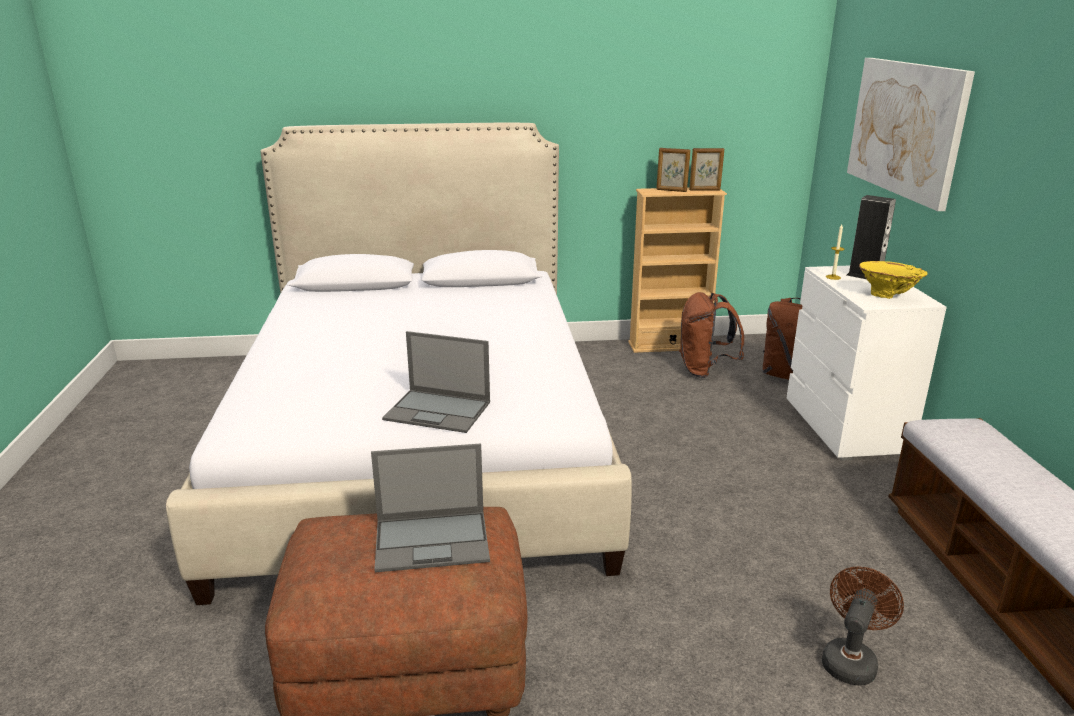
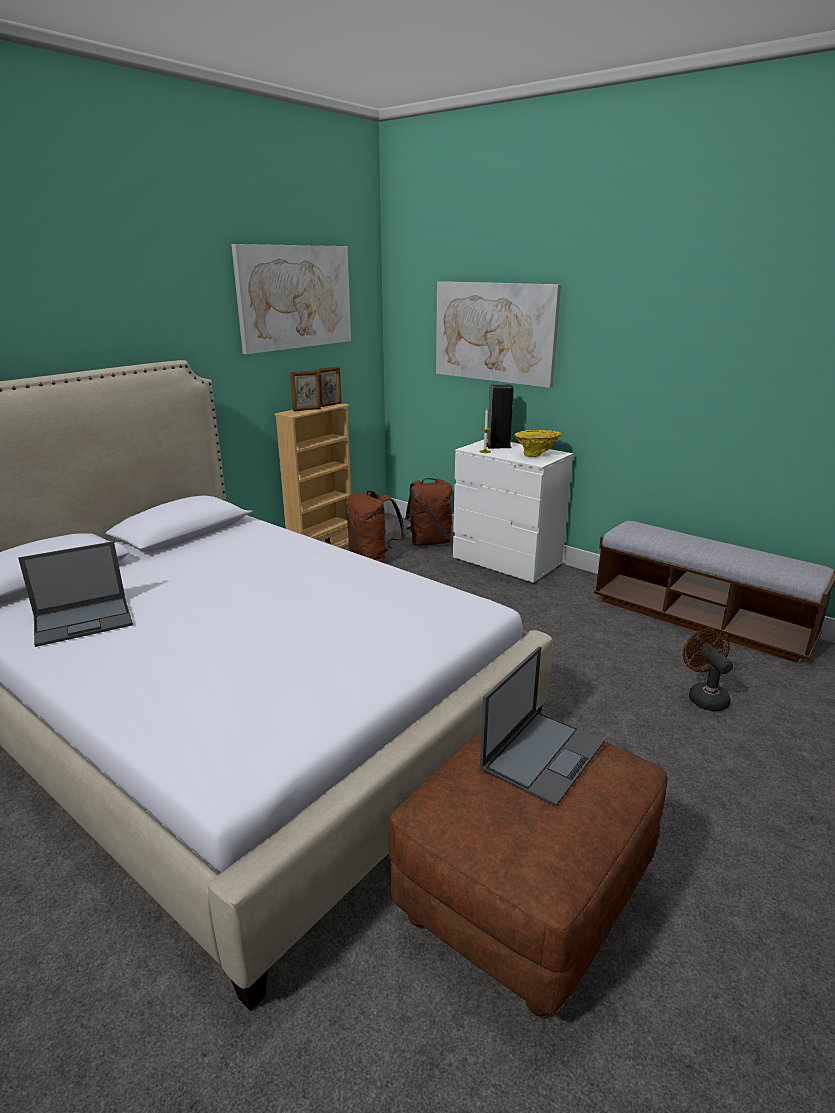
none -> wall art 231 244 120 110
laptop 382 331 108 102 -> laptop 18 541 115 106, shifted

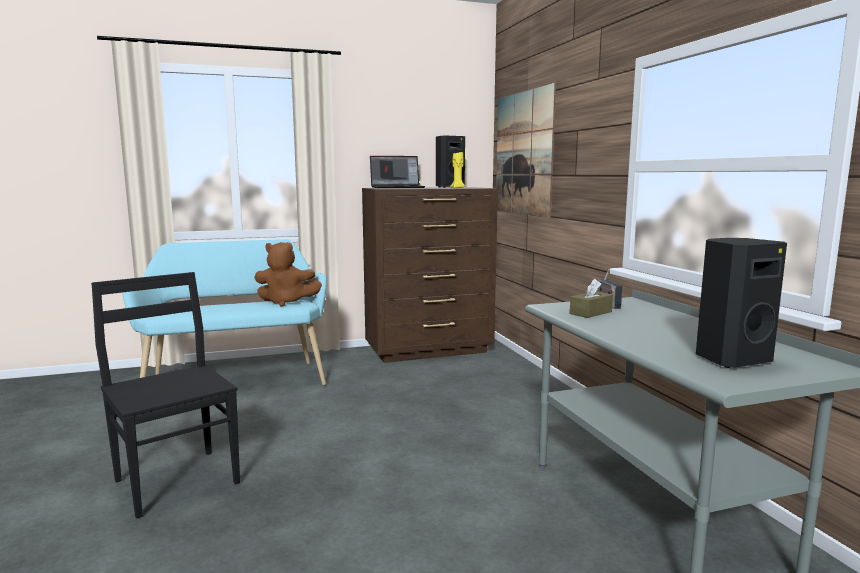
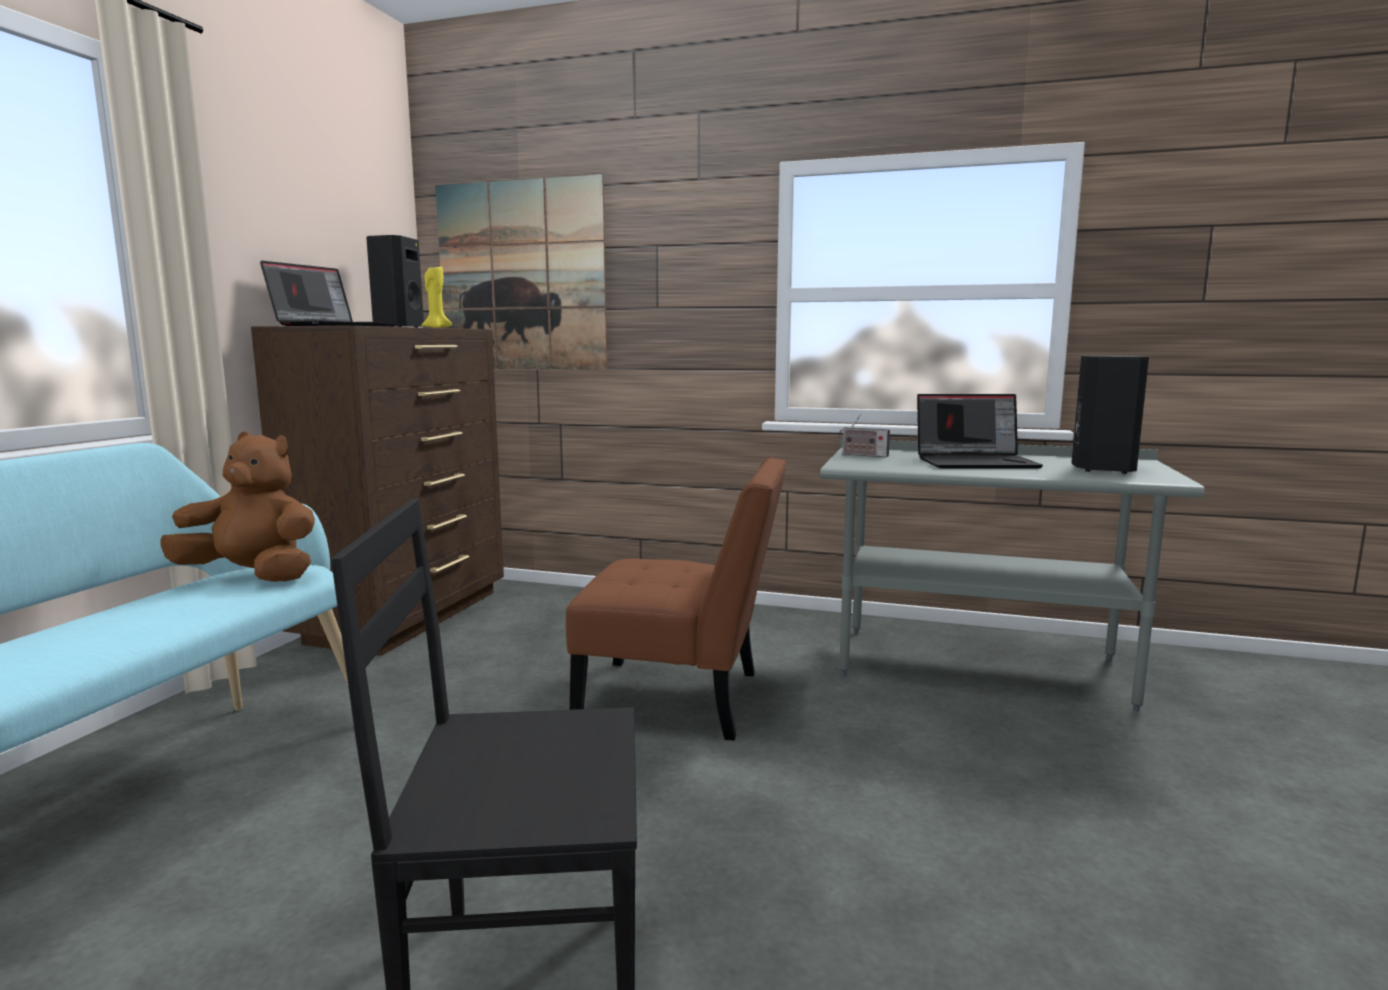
brownish box of tissues 570 279 43 39 -> none
none -> brownish chair 566 458 221 283
none -> laptop 917 394 126 74
brownish soft toy 254 242 68 65 -> brownish soft toy 160 431 155 151, 120 degrees counterclockwise

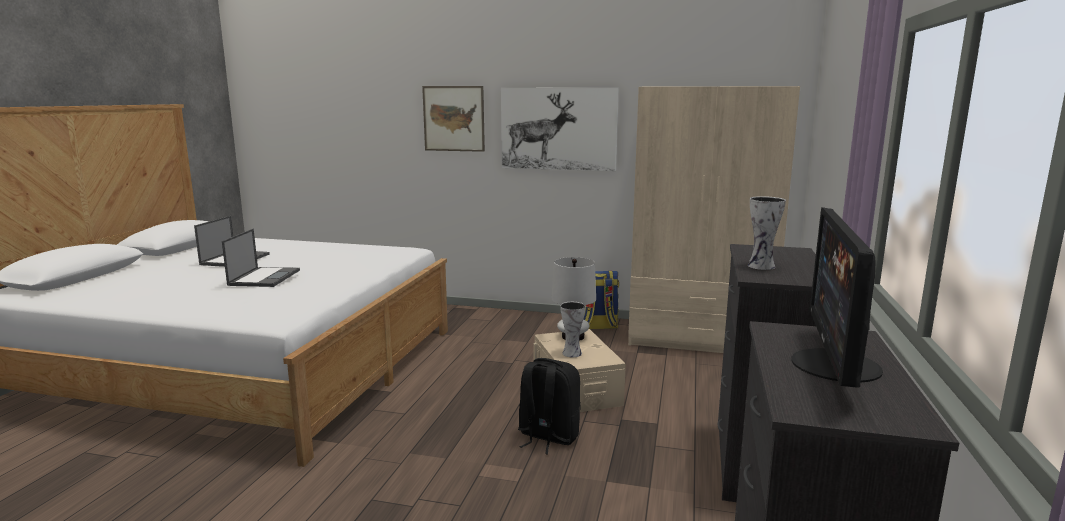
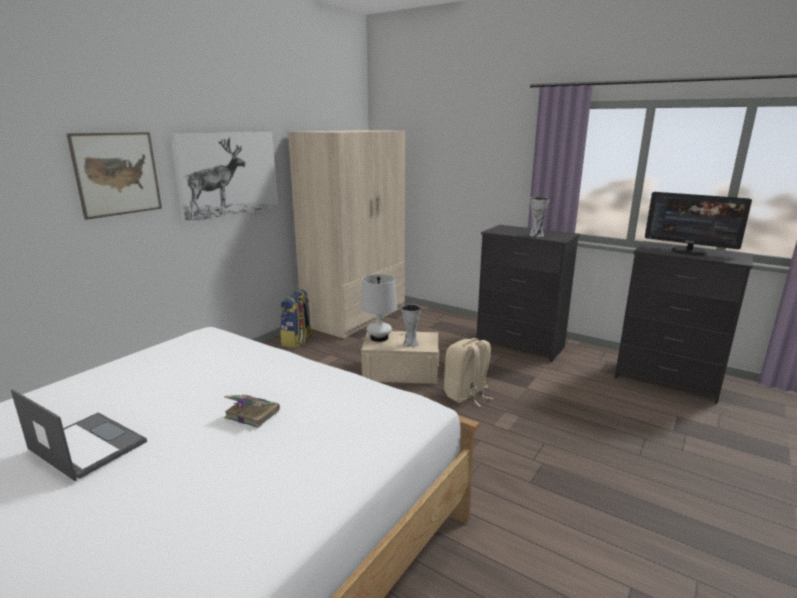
laptop 222 229 78 58 -> volume 224 395 56 33
black knapsack 518 358 63 96 -> beige-coloured knapsack 444 338 49 69

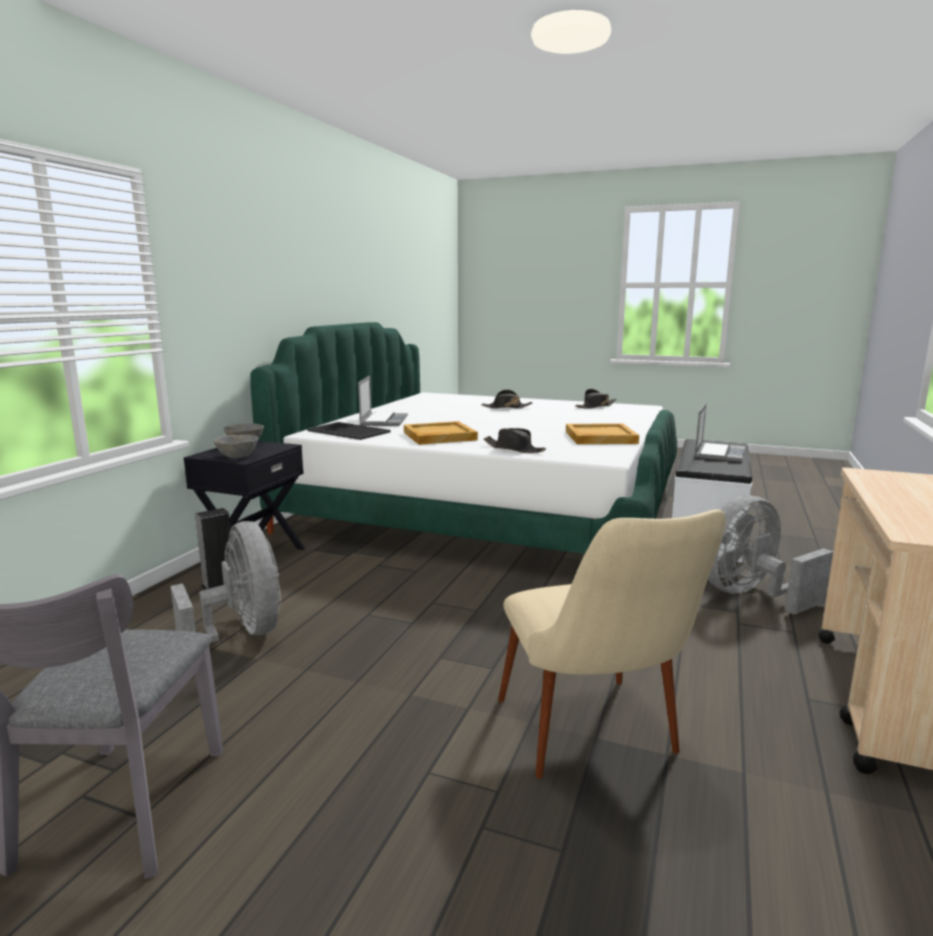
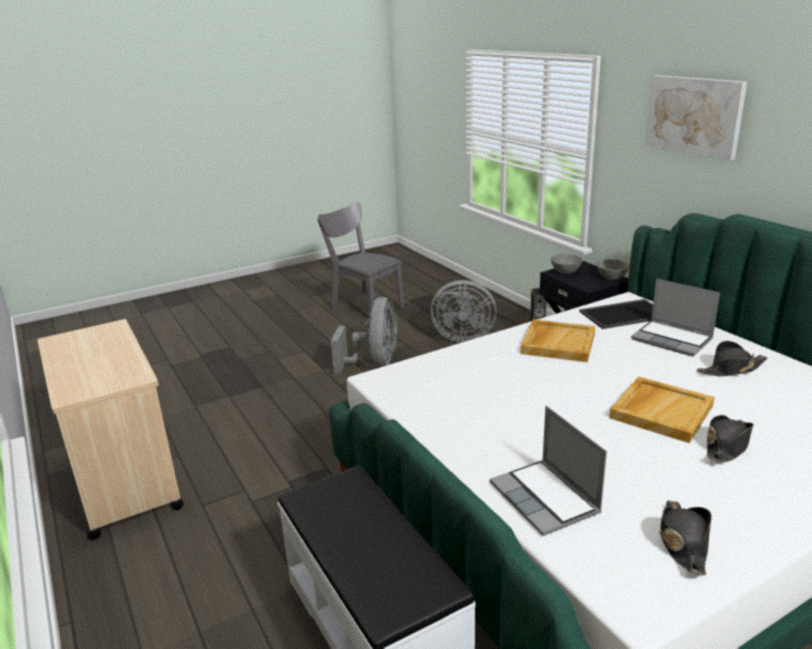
beige-coloured chair 498 509 228 270 -> none
none -> wall art 645 75 102 85
black wearable hat 484 428 62 25 -> black wearable hat 697 341 70 36, shifted
beige-coloured carrying tray 566 423 73 21 -> beige-coloured carrying tray 609 377 106 66, shifted
laptop 695 403 50 59 -> laptop 490 406 117 130, shifted
gray cooling fan 708 495 125 120 -> gray cooling fan 331 297 67 77, shifted

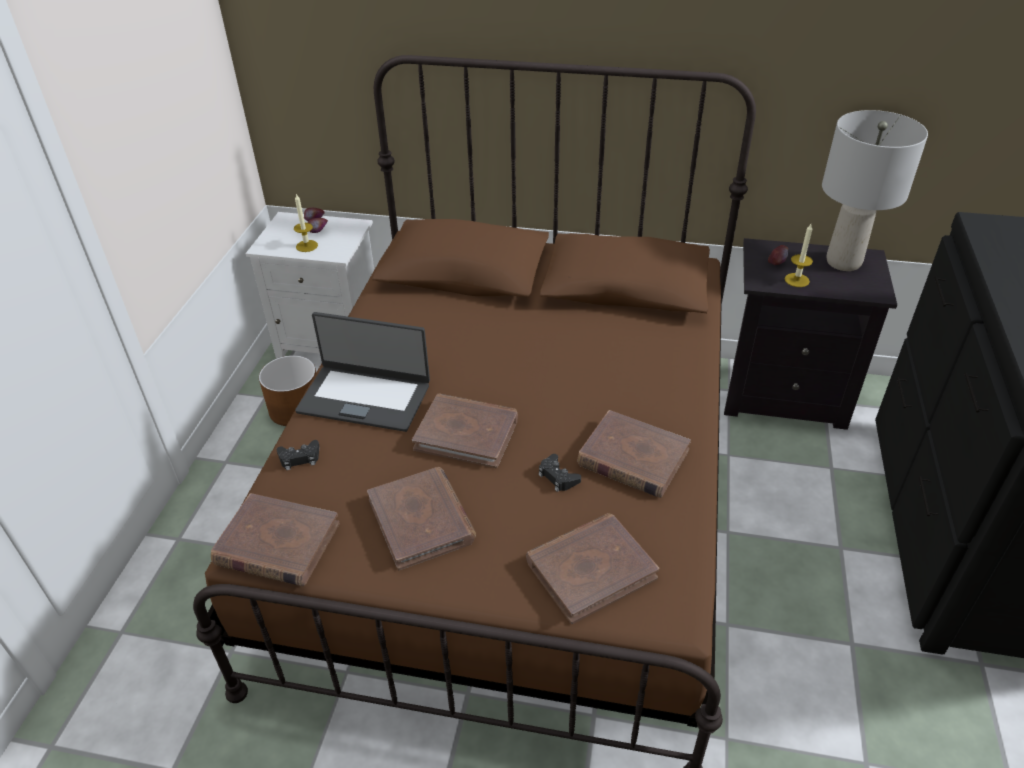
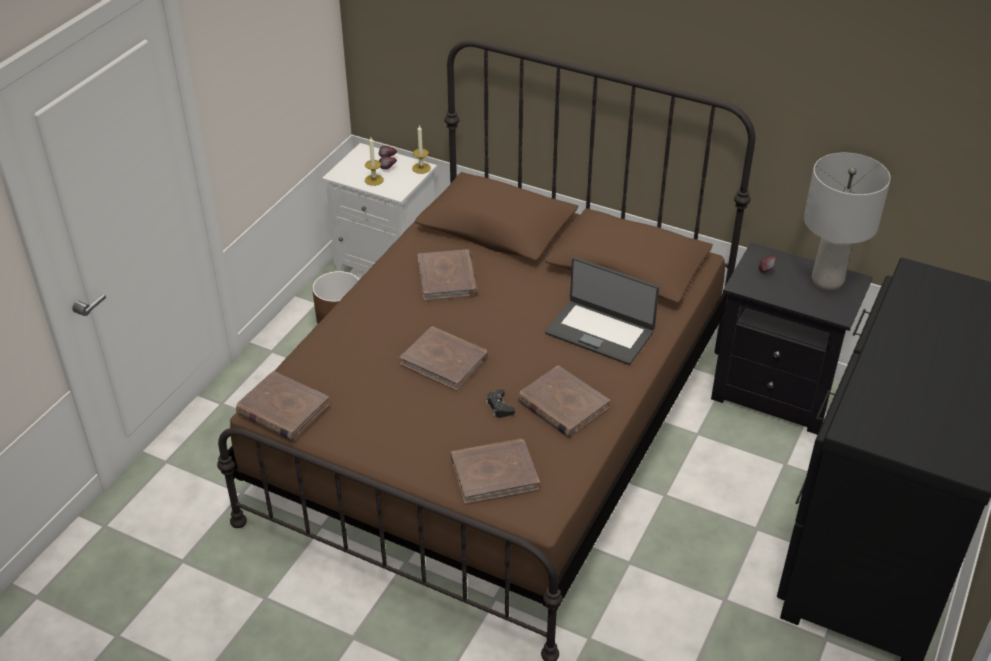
black joypad 276 440 44 30 -> none
laptop 295 312 135 120 -> laptop 545 257 114 108, shifted
brownish volume 367 467 109 103 -> brownish volume 418 249 60 52, shifted
wax light 784 224 29 63 -> wax light 412 125 19 49, shifted

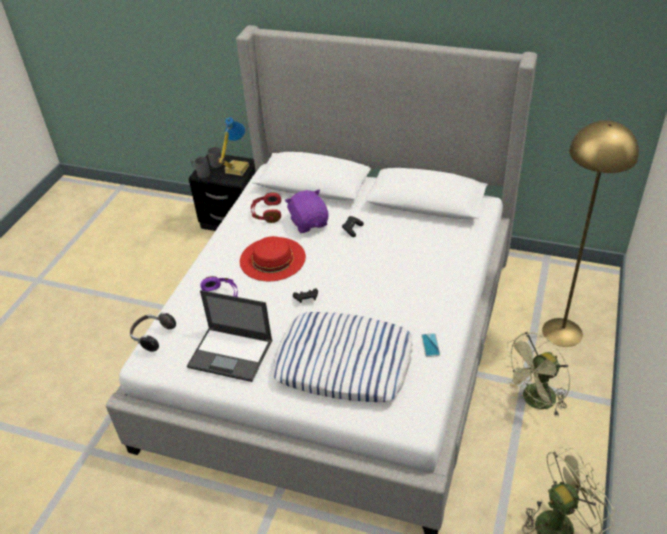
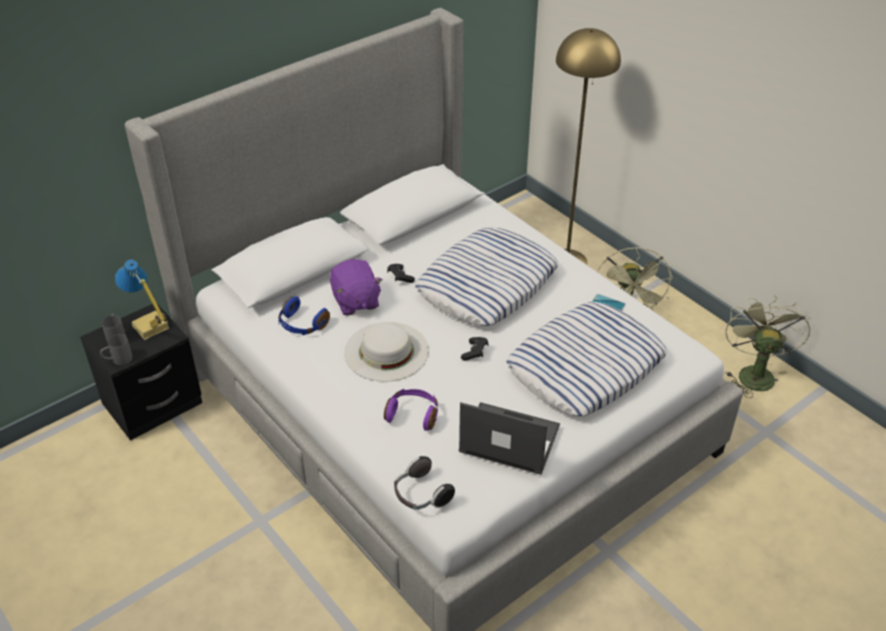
none -> cushion 415 227 143 99
red wearable hat 240 236 66 46 -> whitish wearable hat 344 322 85 60
red pair of headphones 251 192 30 31 -> blue-coloured pair of headphones 279 296 51 39
laptop 187 290 85 92 -> laptop 459 402 101 73, 120 degrees counterclockwise
purplish soft toy 285 190 44 43 -> purplish soft toy 330 259 53 56, 120 degrees counterclockwise

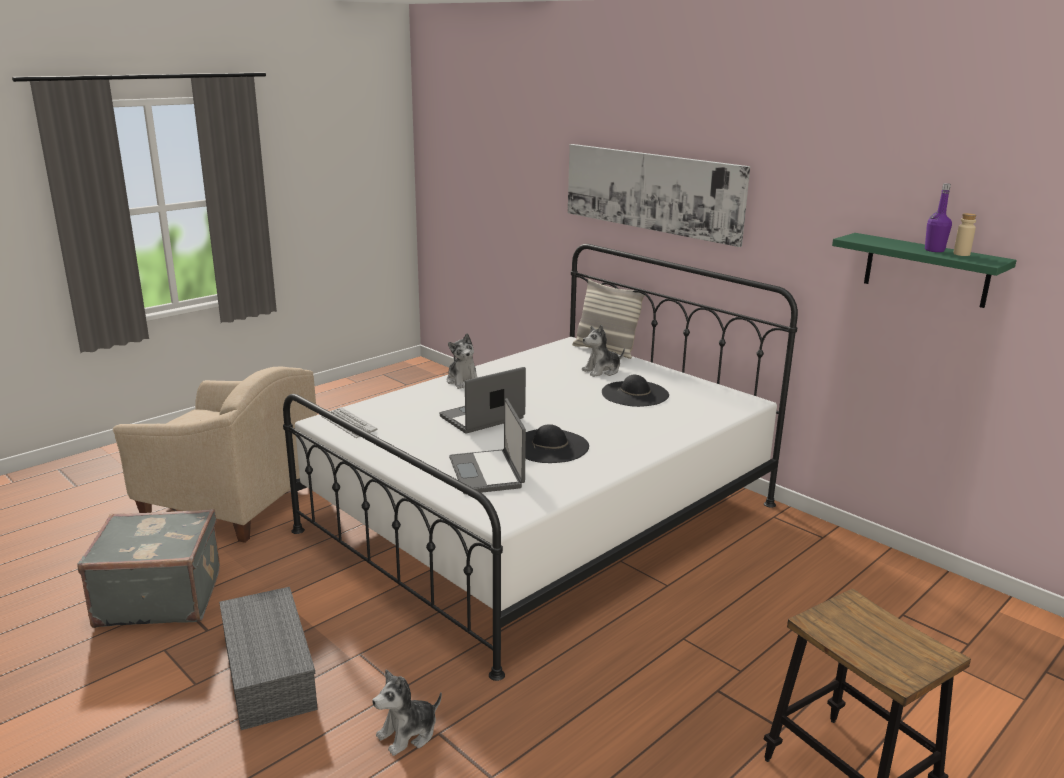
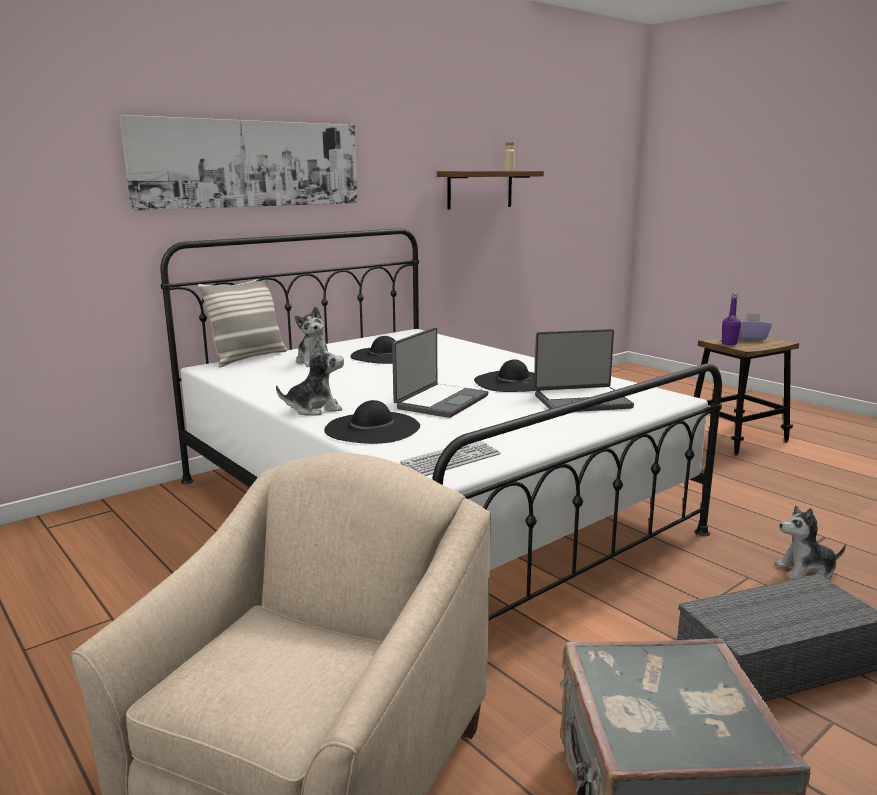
none -> black wearable hat 324 400 96 44
none -> purplish box of tissues 739 313 33 27
purplish drink bottle 925 183 27 69 -> purplish drink bottle 722 293 19 52, shifted
greenish wall shelf 832 233 185 75 -> brownish wall shelf 437 171 107 39
soft toy 372 670 70 86 -> soft toy 774 506 72 74, 120 degrees clockwise
laptop 439 367 87 67 -> laptop 392 327 96 91, 120 degrees counterclockwise

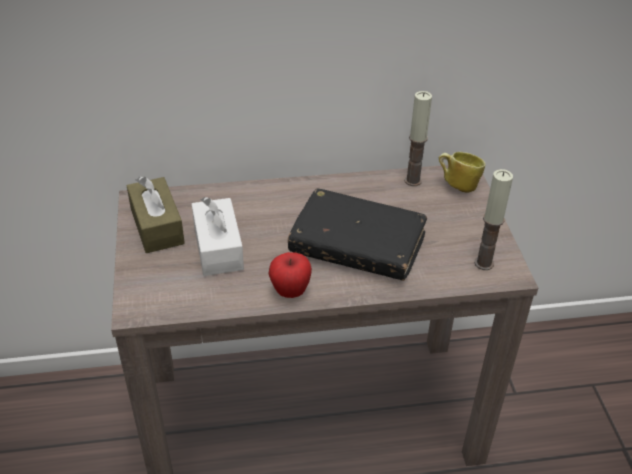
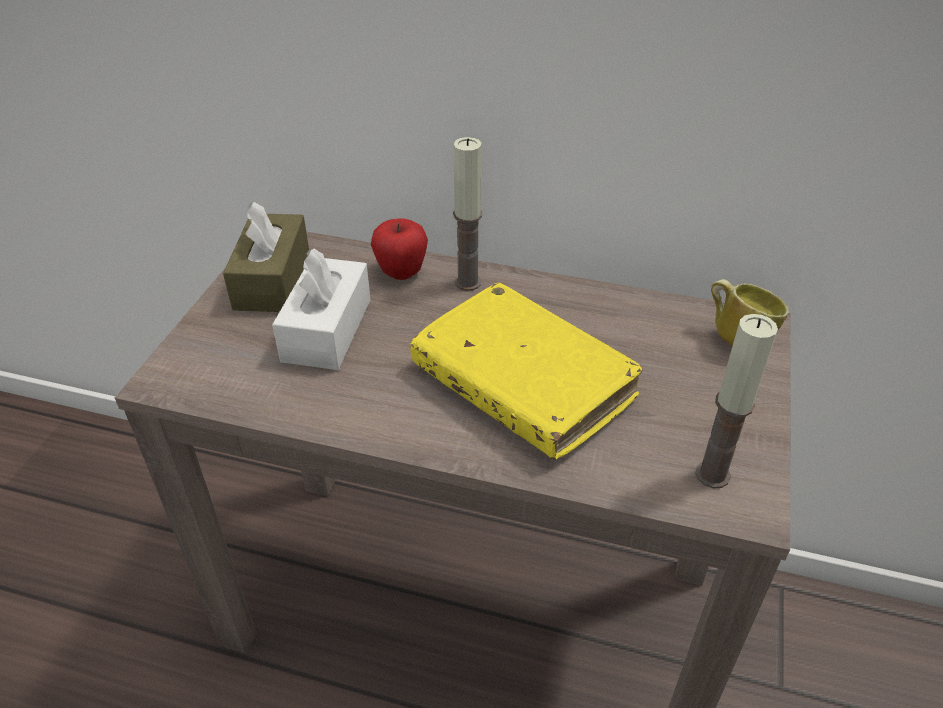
whole apple 268 252 44 46 -> whole apple 371 219 57 61, shifted
wax light 404 91 28 95 -> wax light 453 137 29 154, shifted
black volume 288 188 139 93 -> yellowish volume 410 283 232 177

